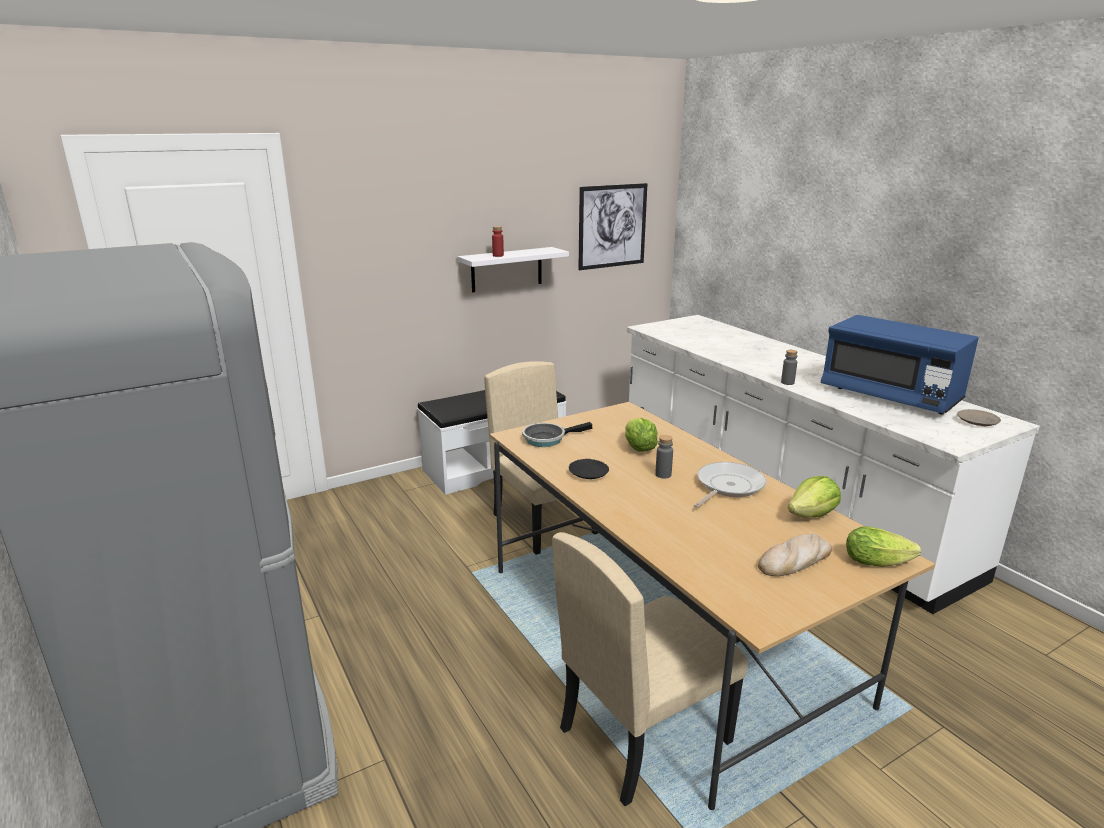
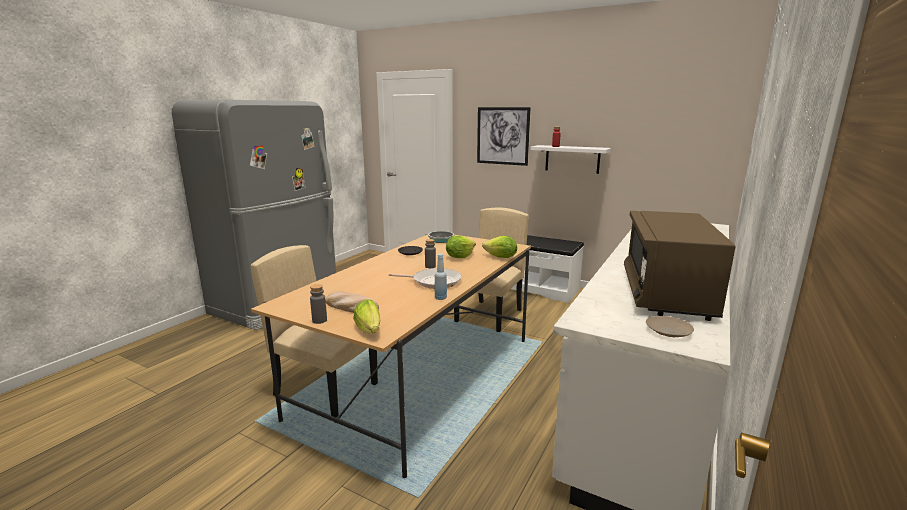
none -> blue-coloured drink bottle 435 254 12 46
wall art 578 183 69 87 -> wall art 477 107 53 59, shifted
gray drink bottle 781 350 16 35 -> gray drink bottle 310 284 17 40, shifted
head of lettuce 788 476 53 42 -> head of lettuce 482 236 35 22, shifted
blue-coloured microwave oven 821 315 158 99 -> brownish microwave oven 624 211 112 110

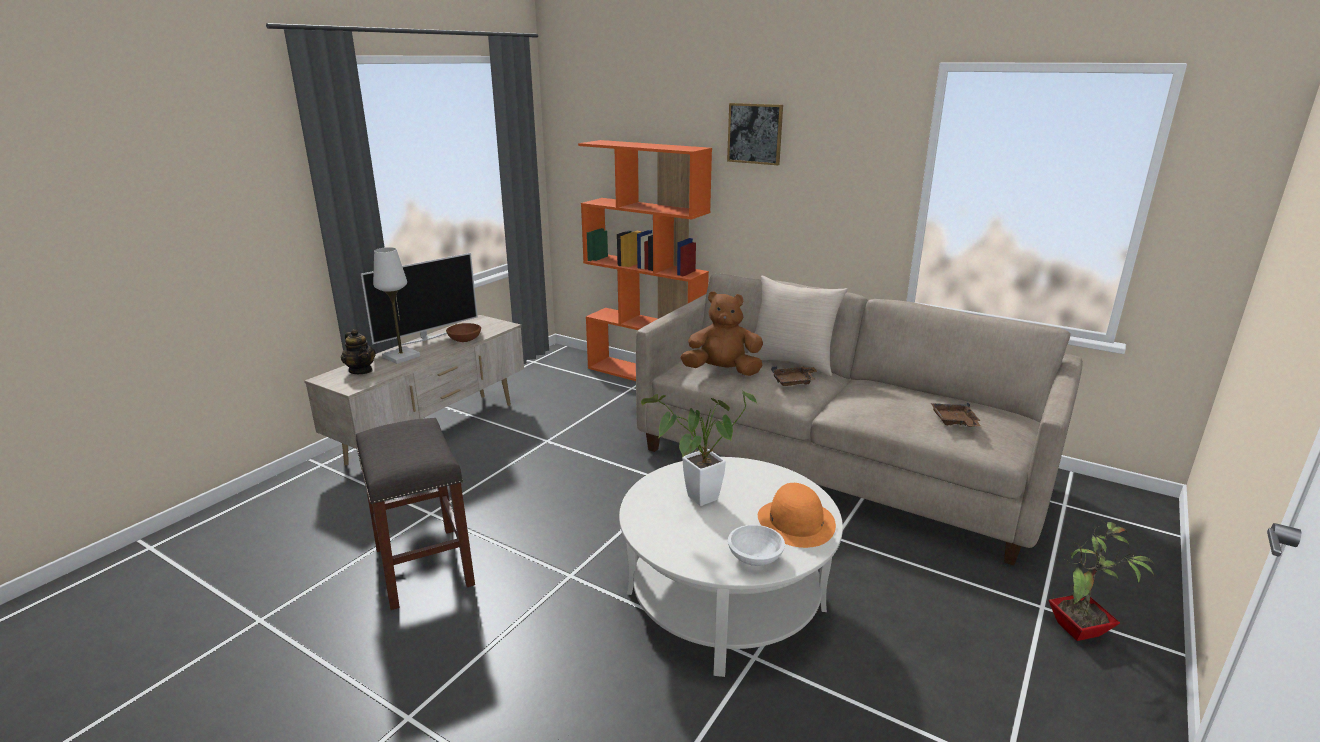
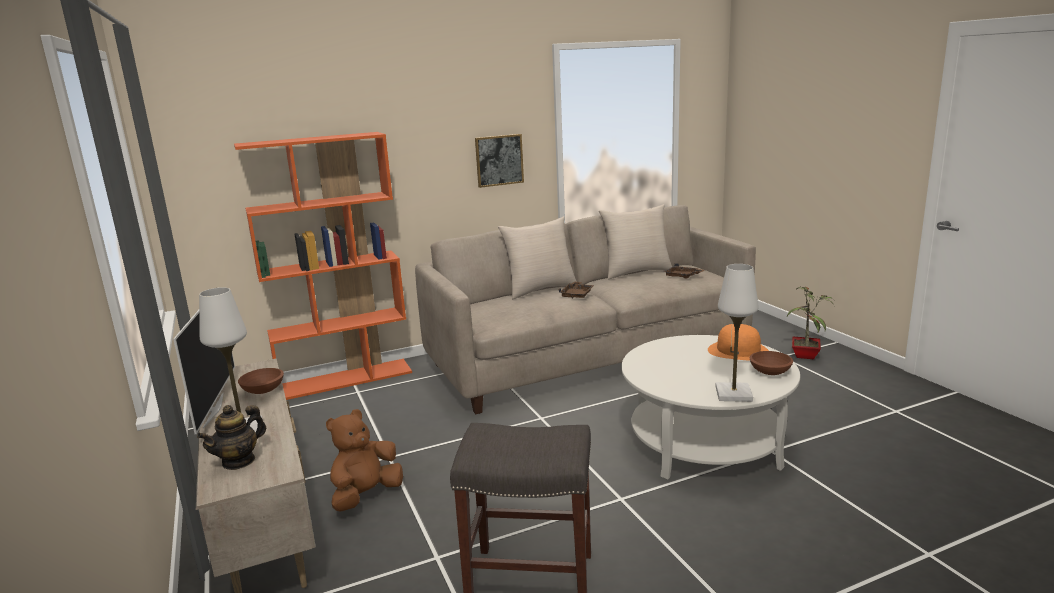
plant in a pot 641 390 116 116 -> none
none -> beige-coloured cushion 599 204 73 75
none -> whitish tabletop lamp 715 264 44 138
brownish soft toy 680 291 83 85 -> brownish soft toy 326 409 77 103, shifted
wall art 727 103 56 62 -> wall art 475 134 49 54, shifted
whitish serving bowl 728 525 57 41 -> brownish serving bowl 750 351 43 24
tea pot 341 329 35 45 -> tea pot 197 405 69 65, 135 degrees clockwise

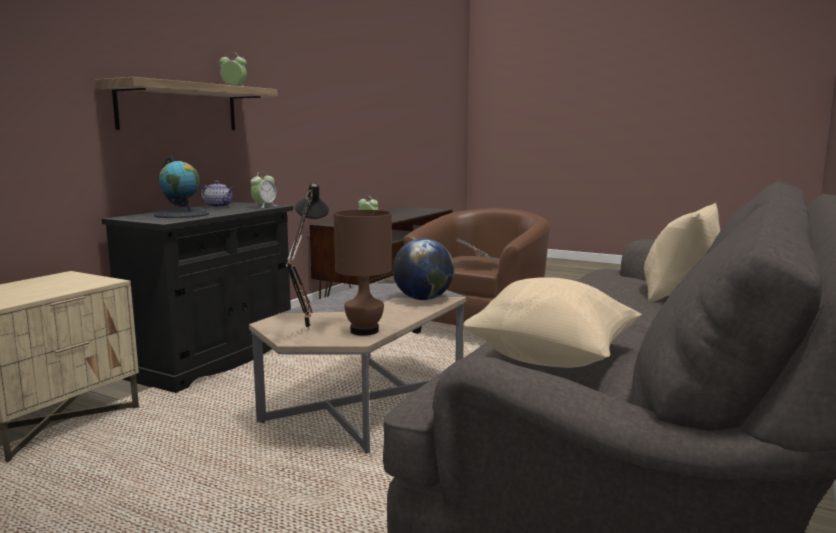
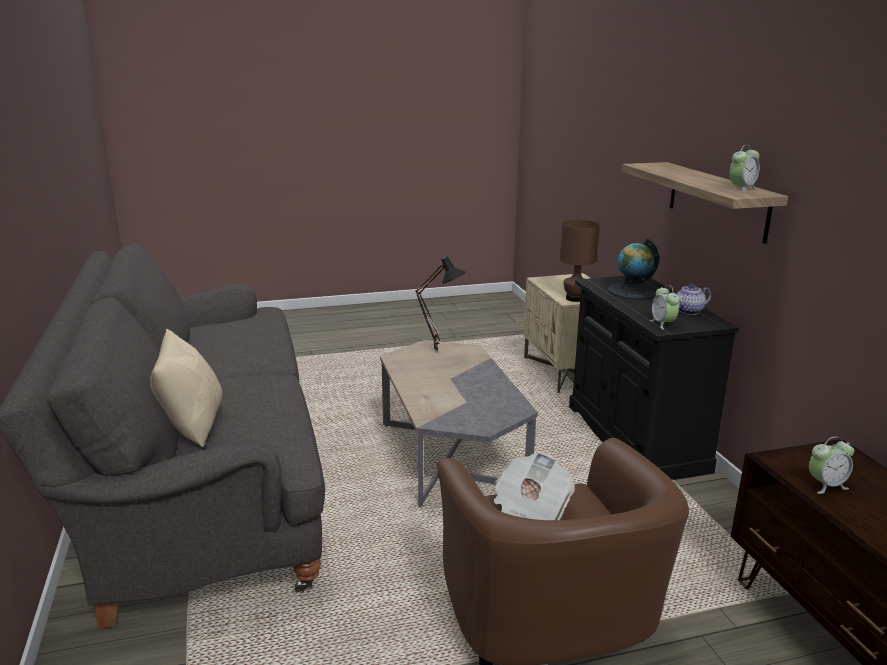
world globe 393 238 61 62 -> none
beige-coloured cushion 463 277 179 91 -> none
brownish tabletop lamp 333 210 59 126 -> brownish tabletop lamp 560 220 40 82, shifted

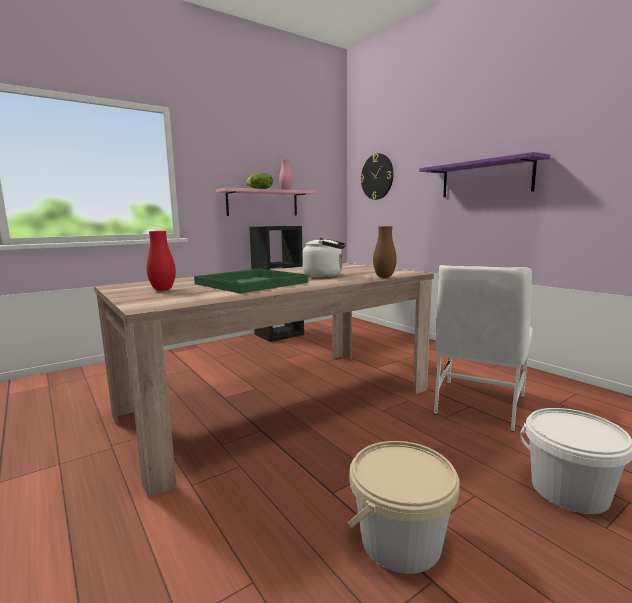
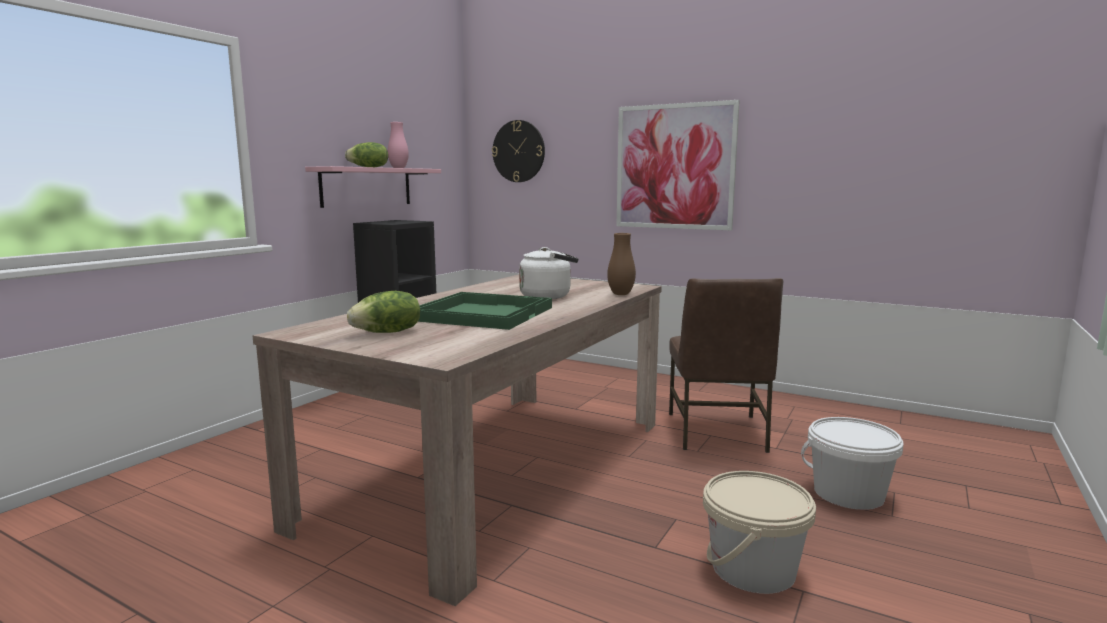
red flower vase 147 231 29 60 -> head of lettuce 347 291 73 42
purplish wall shelf 419 152 132 45 -> wall art 617 100 123 130
whitish chair 434 265 99 167 -> brownish chair 669 278 114 175

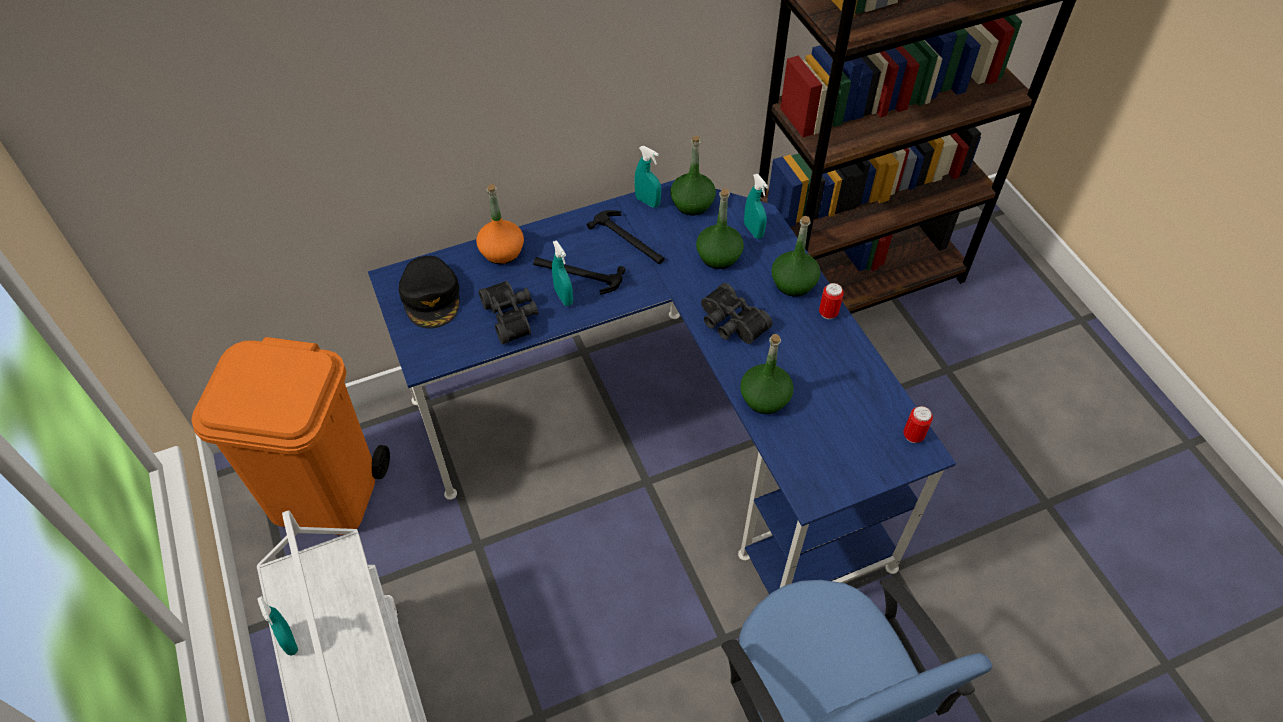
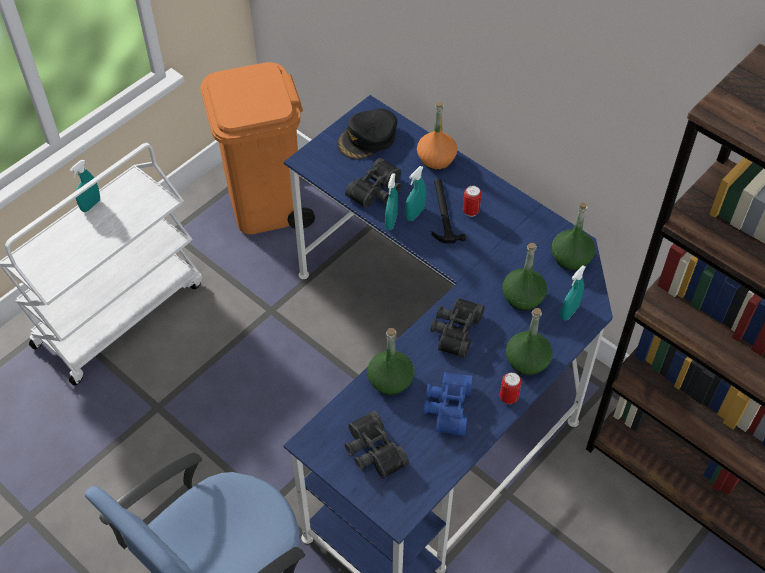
hand hammer 587 210 78 54 -> none
none -> black pair of binoculars 345 410 64 69
none -> blue-coloured pair of binoculars 424 372 49 64
turquoise-coloured spray bottle 634 146 27 62 -> turquoise-coloured spray bottle 385 173 13 57, shifted
sealed can 904 406 29 37 -> sealed can 463 185 19 32, shifted

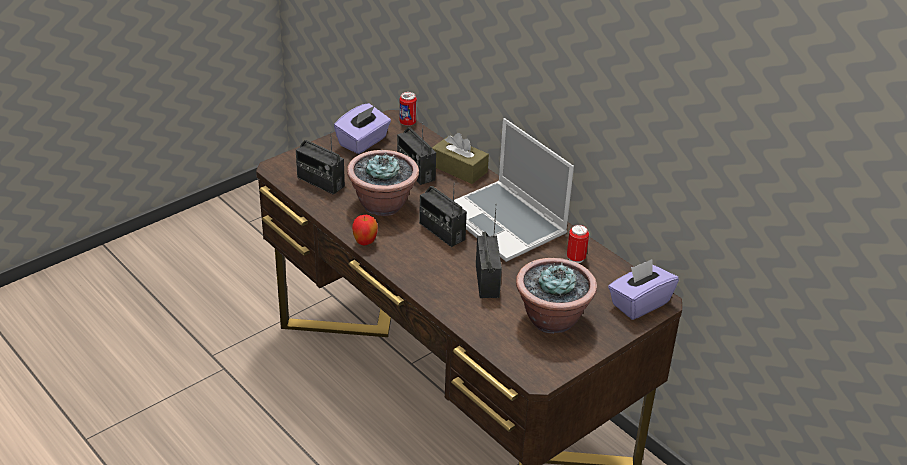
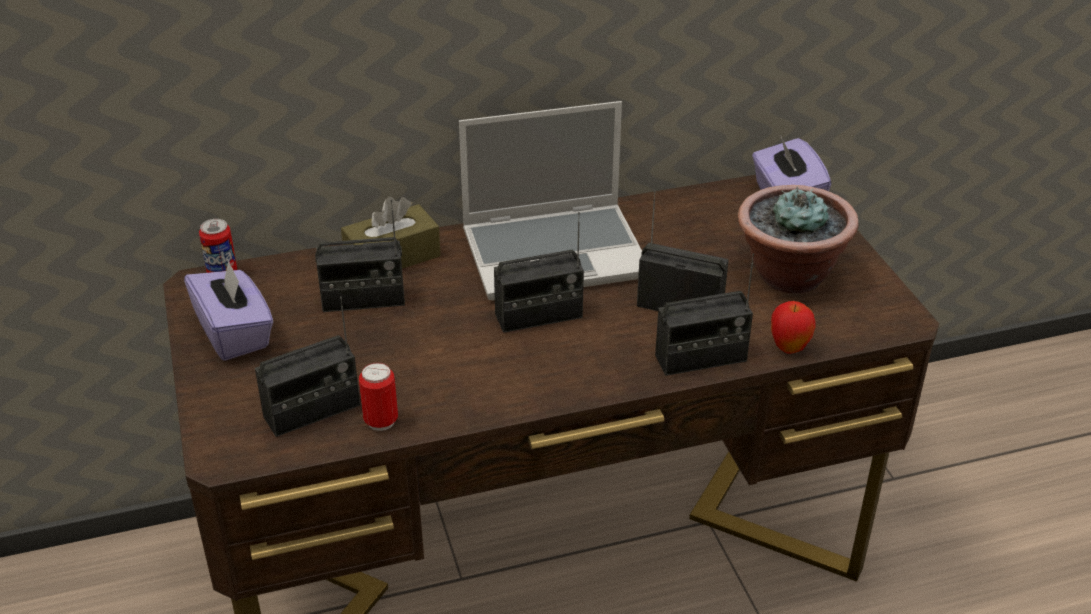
plant in a pot 347 150 72 66 -> none
none -> radio 655 253 99 123
whole apple 352 215 26 30 -> whole apple 771 301 45 53, shifted
sealed can 567 225 22 38 -> sealed can 359 362 39 69, shifted

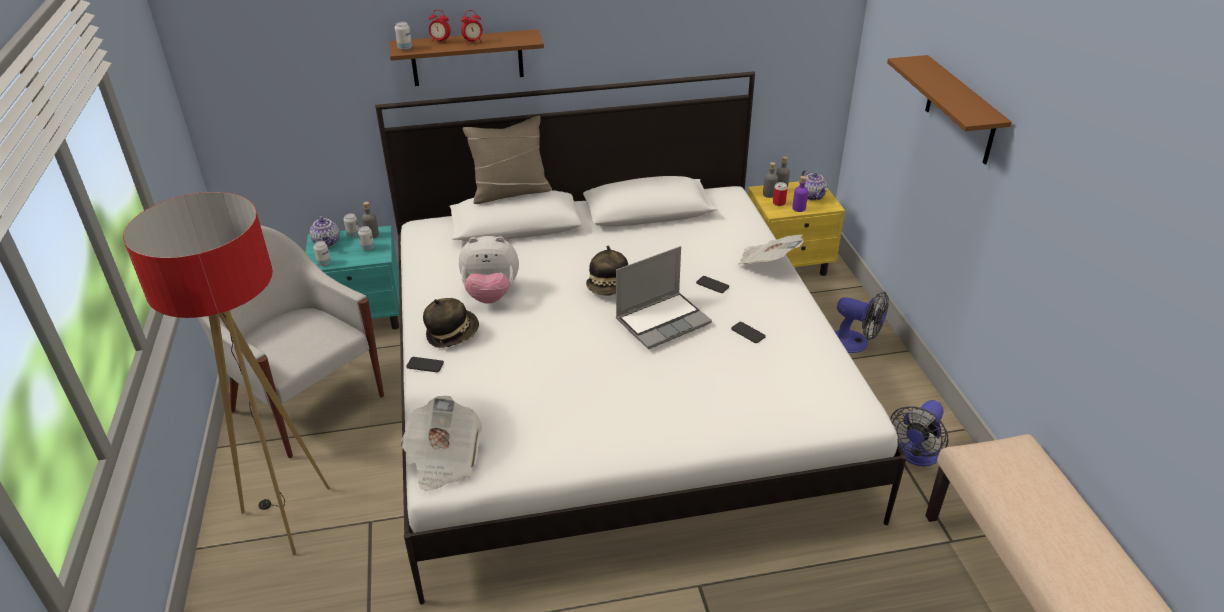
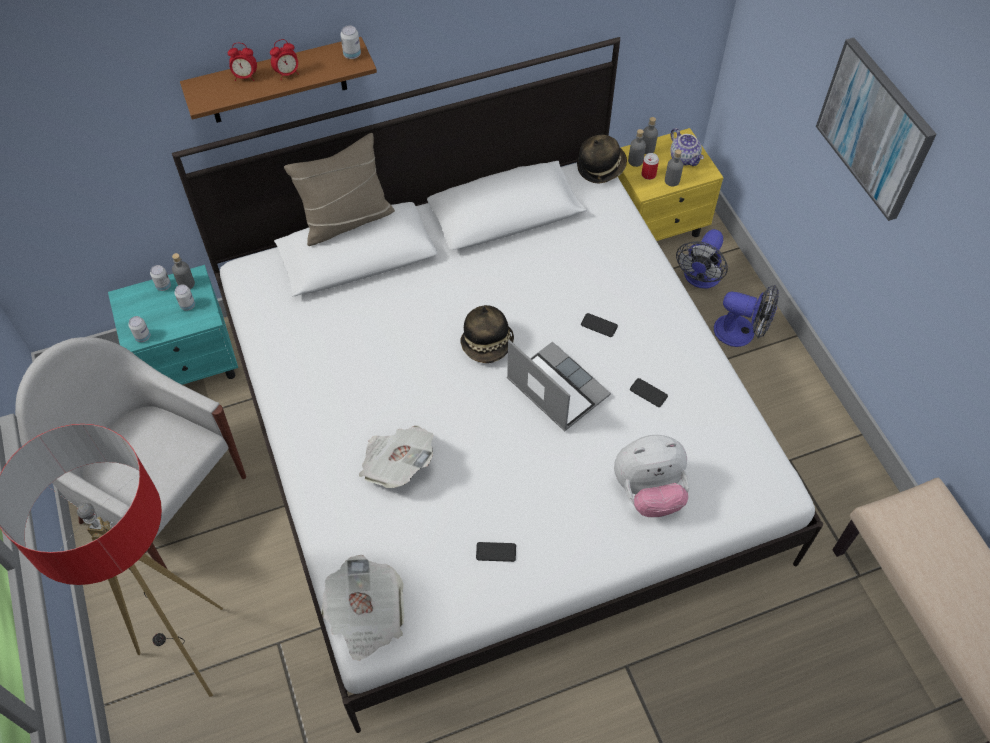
tea pot 310 214 30 33 -> none
sealed can 395 22 17 28 -> sealed can 340 25 21 34, shifted
handset 406 357 38 15 -> handset 476 542 40 20, shifted
wearable hat 423 298 56 50 -> wearable hat 577 135 50 48, shifted
soft toy 459 236 60 68 -> soft toy 614 435 75 82, shifted
daily paper 738 235 65 30 -> daily paper 359 426 75 62, shifted
cooling fan 890 400 58 66 -> cooling fan 676 229 52 59, shifted
brownish wall shelf 887 55 125 109 -> wall art 816 38 121 183
purplish drink bottle 792 176 16 36 -> gray drink bottle 665 149 18 37
laptop 616 246 96 103 -> laptop 507 340 104 92, 90 degrees counterclockwise

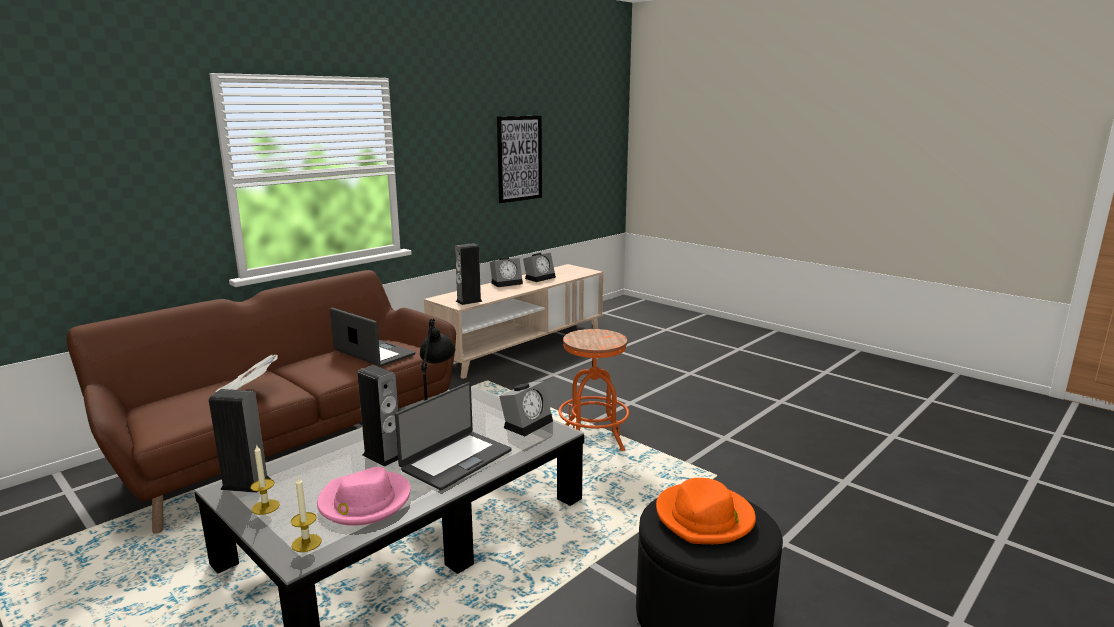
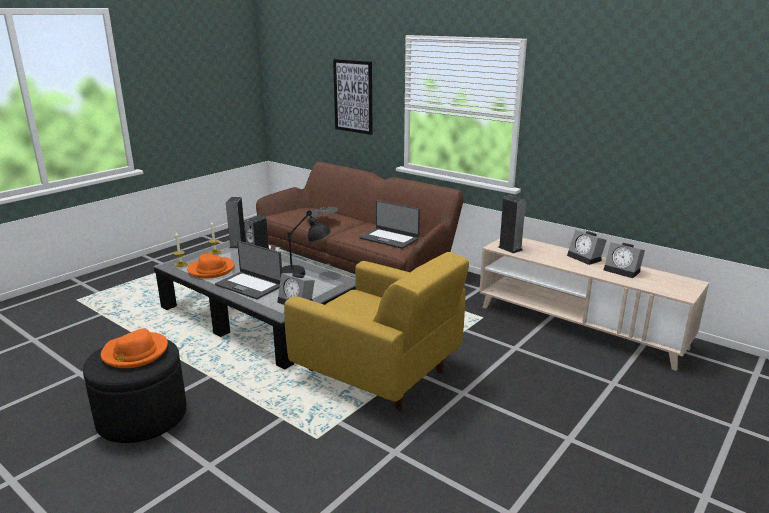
wall art 497 116 45 87 -> wall art 333 59 40 76, shifted
orange stool seat 559 329 70 122 -> yellowish lounge chair 284 252 185 158
pinkish wearable hat 317 467 94 59 -> orange wearable hat 187 254 48 25
laptop 330 308 86 59 -> laptop 359 200 61 49, 90 degrees clockwise

